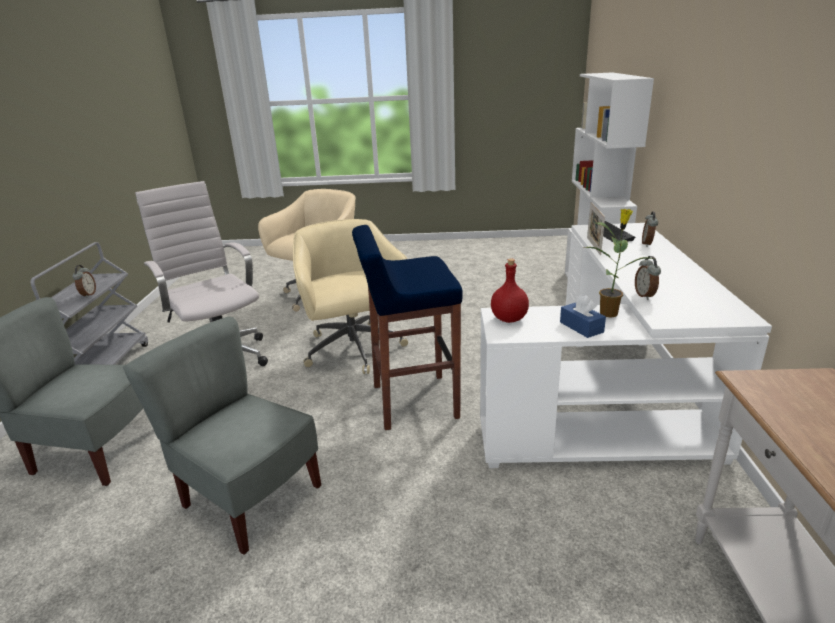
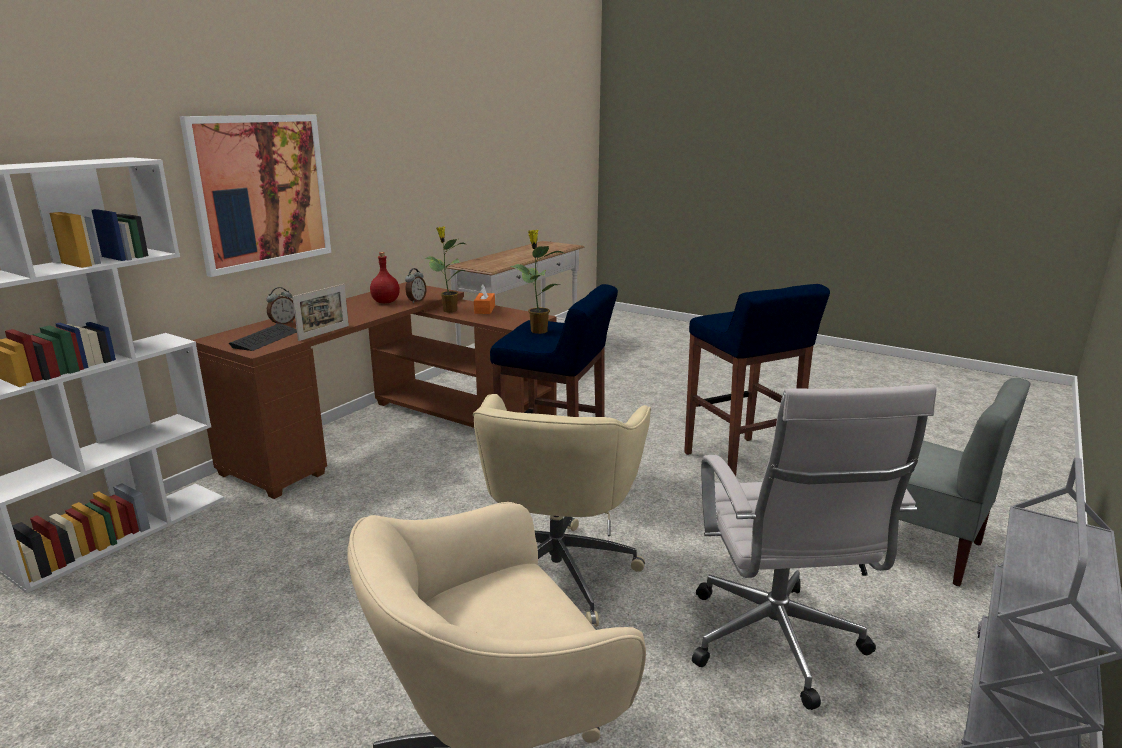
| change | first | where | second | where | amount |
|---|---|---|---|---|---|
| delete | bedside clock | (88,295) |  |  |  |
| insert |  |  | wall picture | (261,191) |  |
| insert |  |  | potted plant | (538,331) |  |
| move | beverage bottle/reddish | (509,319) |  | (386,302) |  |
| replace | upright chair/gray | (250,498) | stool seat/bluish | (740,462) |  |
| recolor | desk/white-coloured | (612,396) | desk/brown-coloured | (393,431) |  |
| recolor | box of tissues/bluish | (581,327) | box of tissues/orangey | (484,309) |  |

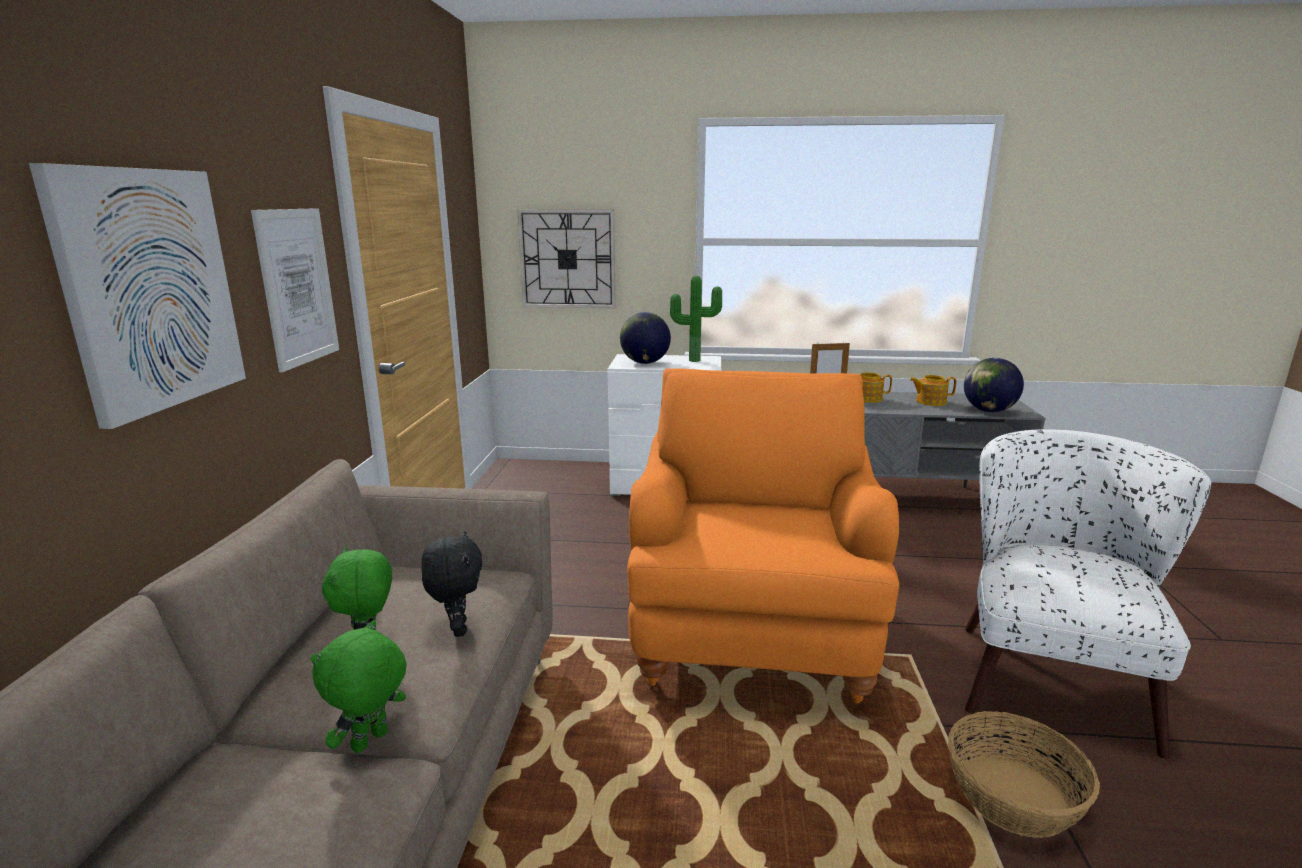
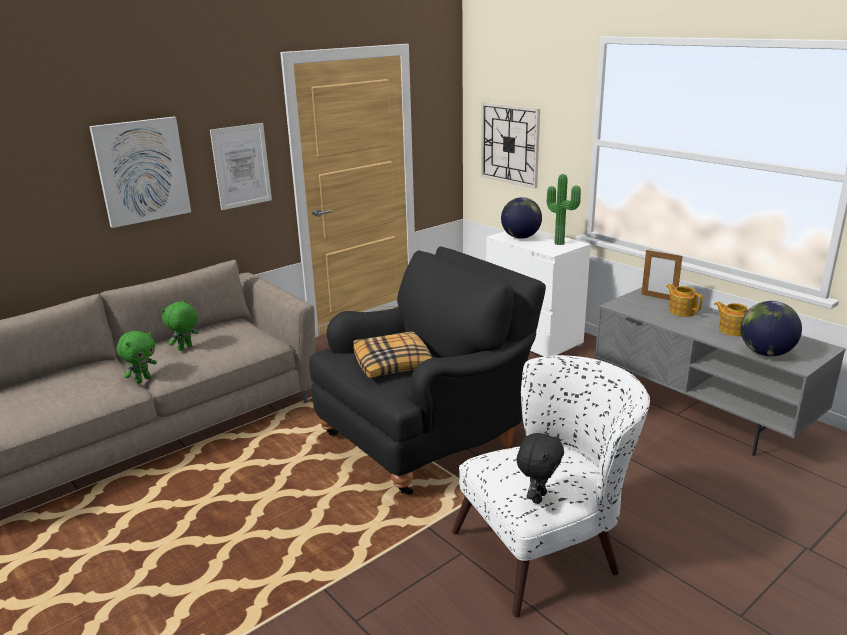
| change | first | where | second | where | amount |
|---|---|---|---|---|---|
| delete | basket | (1011,795) |  |  |  |
| insert |  |  | pillow | (393,364) |  |
| move | plush toy/black | (457,628) |  | (538,497) |  |
| recolor | armchair/orangey | (751,626) | armchair/black | (427,436) |  |
| rotate | plush toy/greenish | (371,742) |  | (143,379) | 135 degrees clockwise |

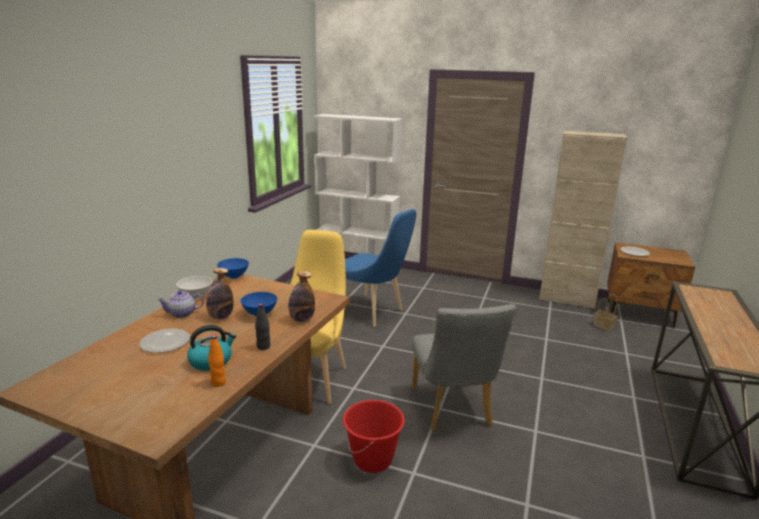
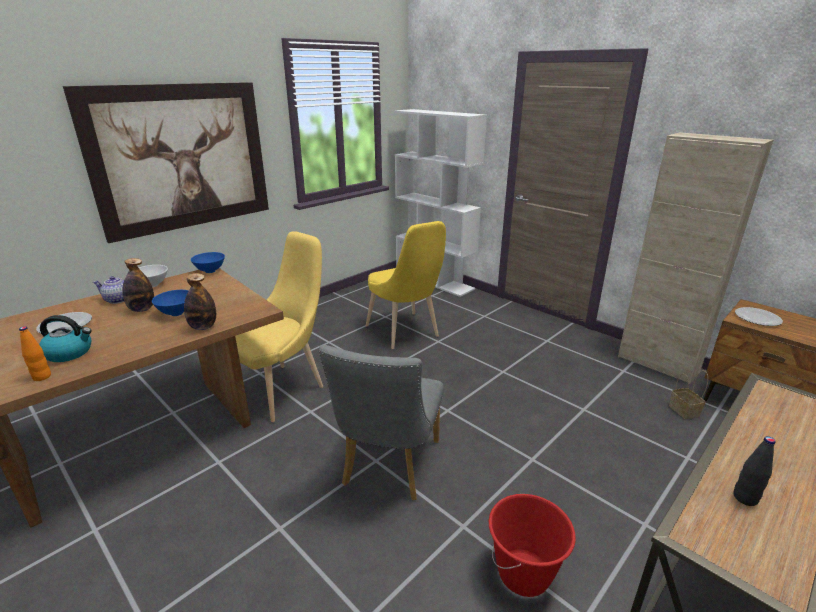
| change | first | where | second | where | amount |
|---|---|---|---|---|---|
| insert |  |  | wall picture | (182,158) |  |
| move | beverage bottle/black | (263,347) |  | (745,498) |  |
| move | pail/reddish | (373,460) |  | (524,573) |  |
| recolor | upright chair/bluish | (373,312) | upright chair/yellow-coloured | (405,333) |  |

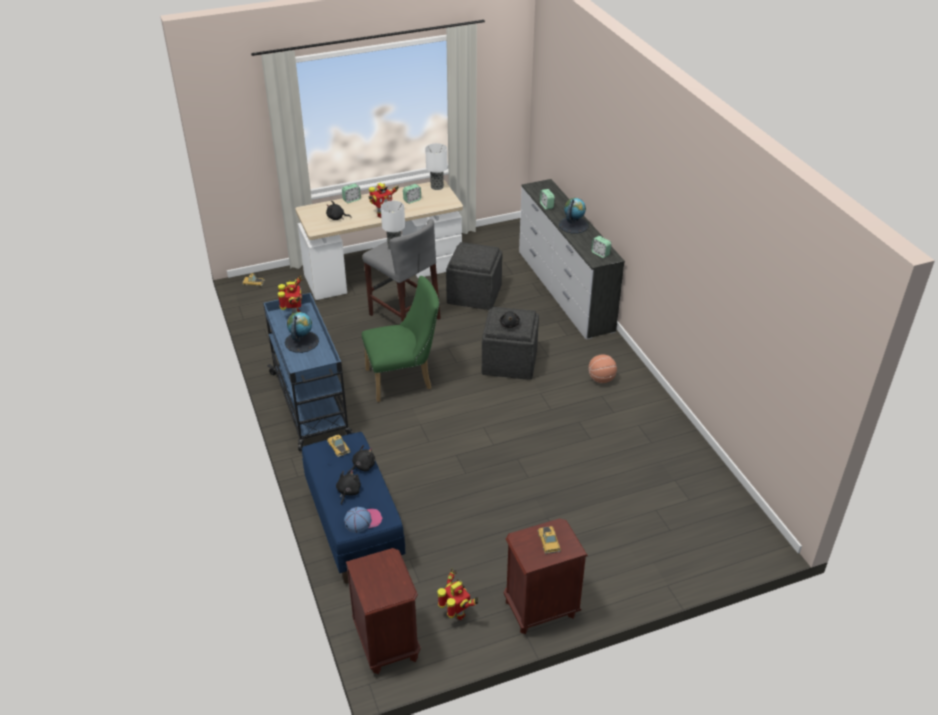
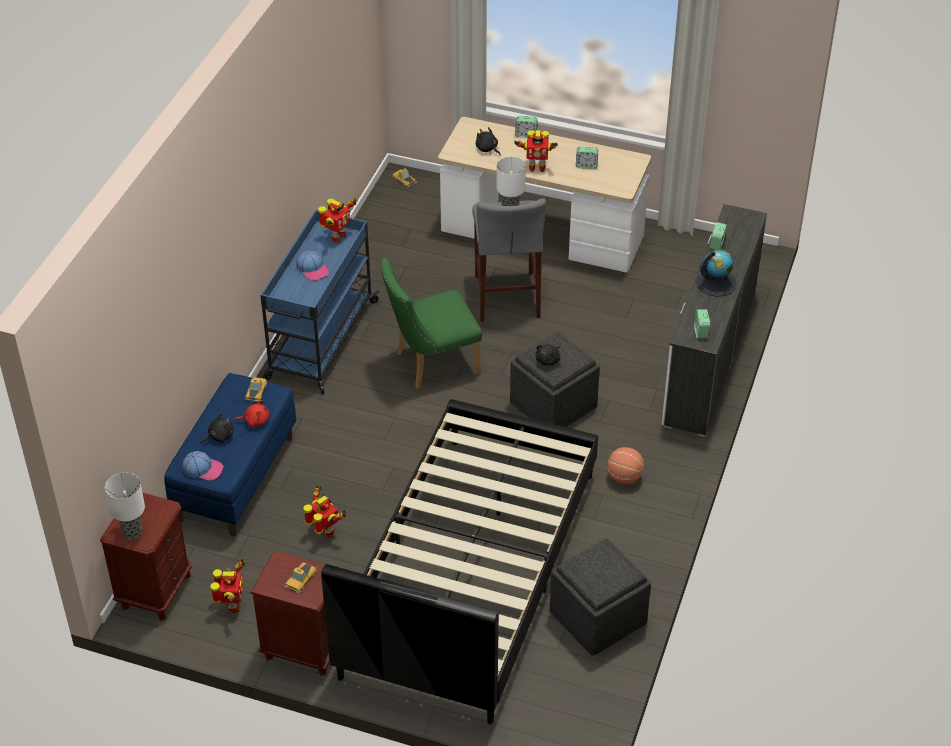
| change | first | where | second | where | amount |
|---|---|---|---|---|---|
| insert |  |  | toy robot | (325,532) |  |
| insert |  |  | bedroom bed/black | (470,572) |  |
| move | table lamp | (437,186) |  | (132,531) |  |
| move | pouffe/gray | (475,294) |  | (599,617) |  |
| replace | desk globe | (301,341) | peaked cap | (312,269) |  |
| recolor | plush toy/black | (362,466) | plush toy/reddish | (255,421) |  |
| rotate | upright chair/greenish | (404,380) |  | (431,364) | 135 degrees clockwise |

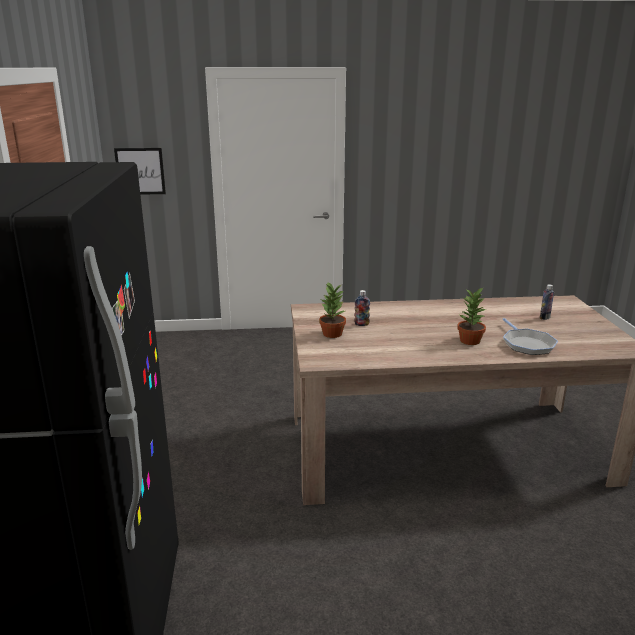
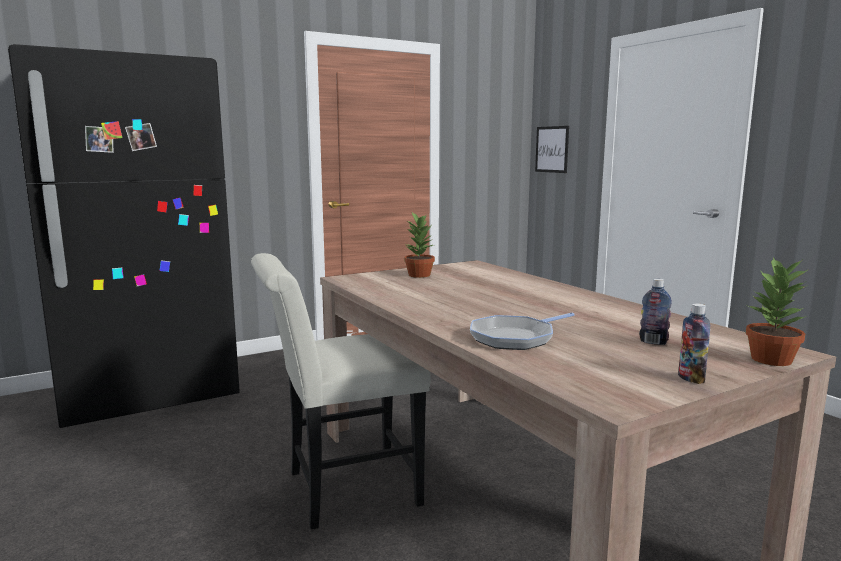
| change | first | where | second | where | amount |
|---|---|---|---|---|---|
| insert |  |  | upright chair/white-coloured | (343,490) |  |
| move | beverage bottle | (361,324) |  | (691,378) |  |
| move | potted plant | (470,341) |  | (771,360) |  |

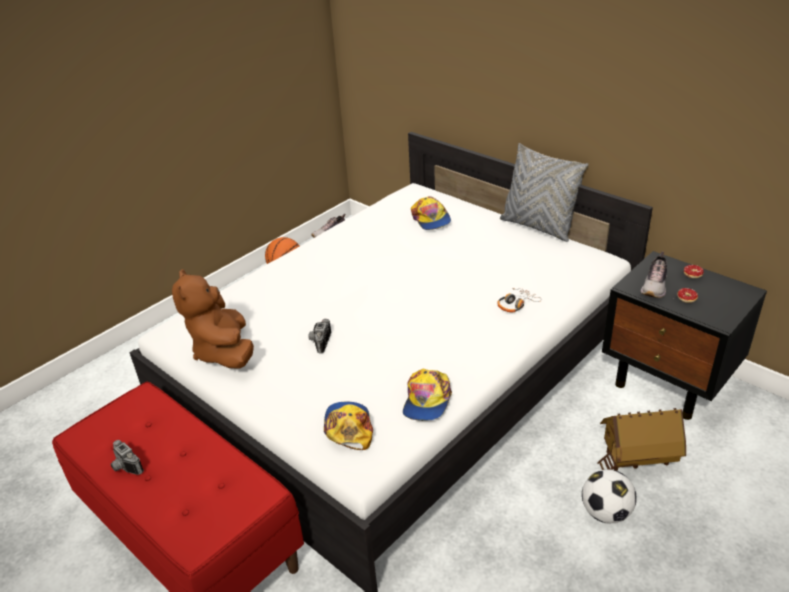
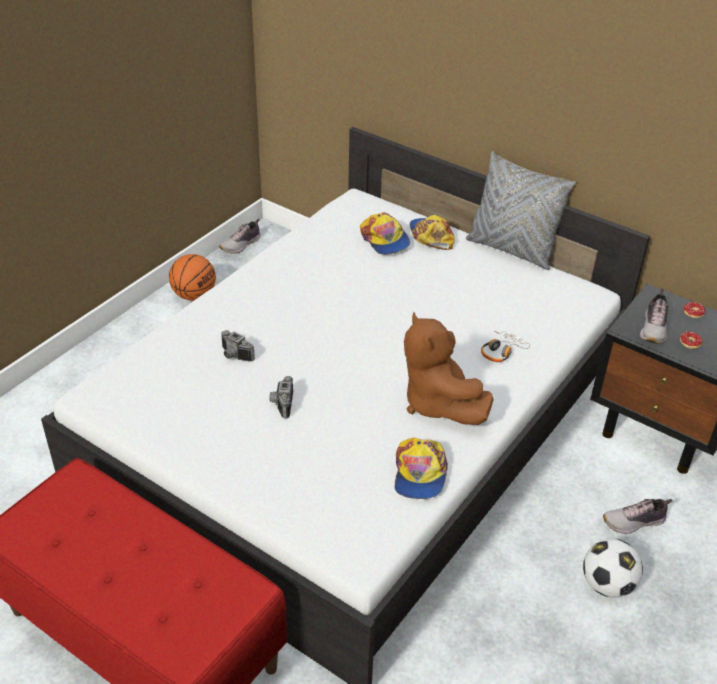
| change | first | where | second | where | amount |
|---|---|---|---|---|---|
| move | photo camera | (125,467) |  | (234,356) |  |
| move | plush toy/brown-coloured | (224,352) |  | (438,403) |  |
| move | peaked cap | (349,427) |  | (430,236) |  |
| replace | toy house | (637,459) | item of footwear | (634,522) |  |

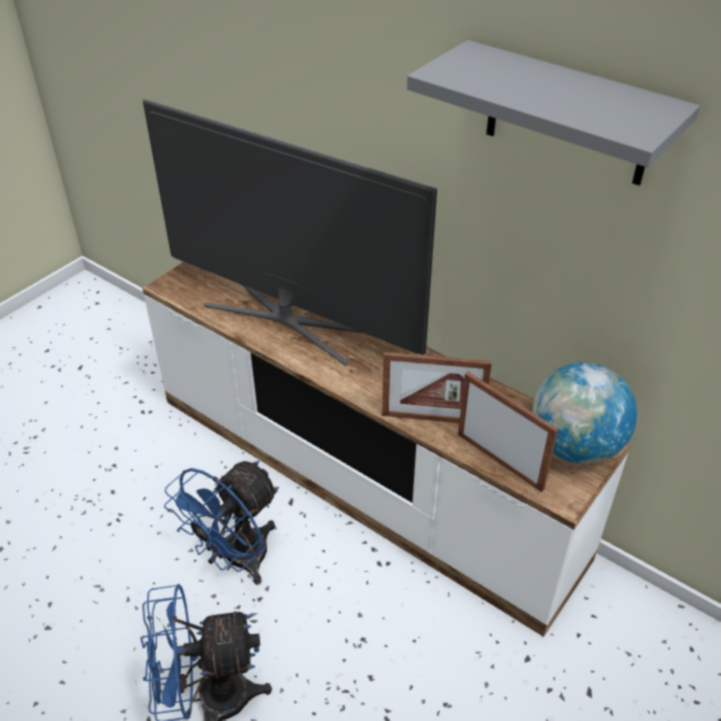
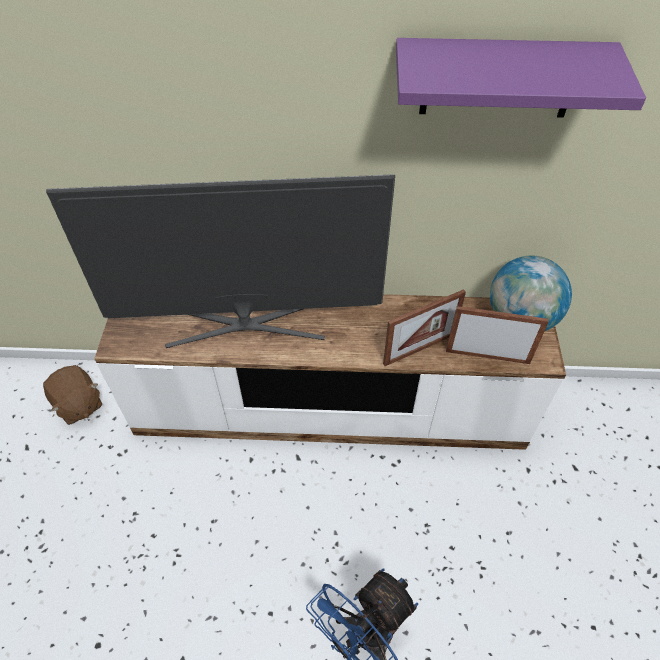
| change | first | where | second | where | amount |
|---|---|---|---|---|---|
| delete | fan/bluish | (237,560) |  |  |  |
| insert |  |  | plush toy/brown-coloured | (78,404) |  |
| recolor | shelf/gray | (568,115) | shelf/purple-coloured | (499,78) |  |

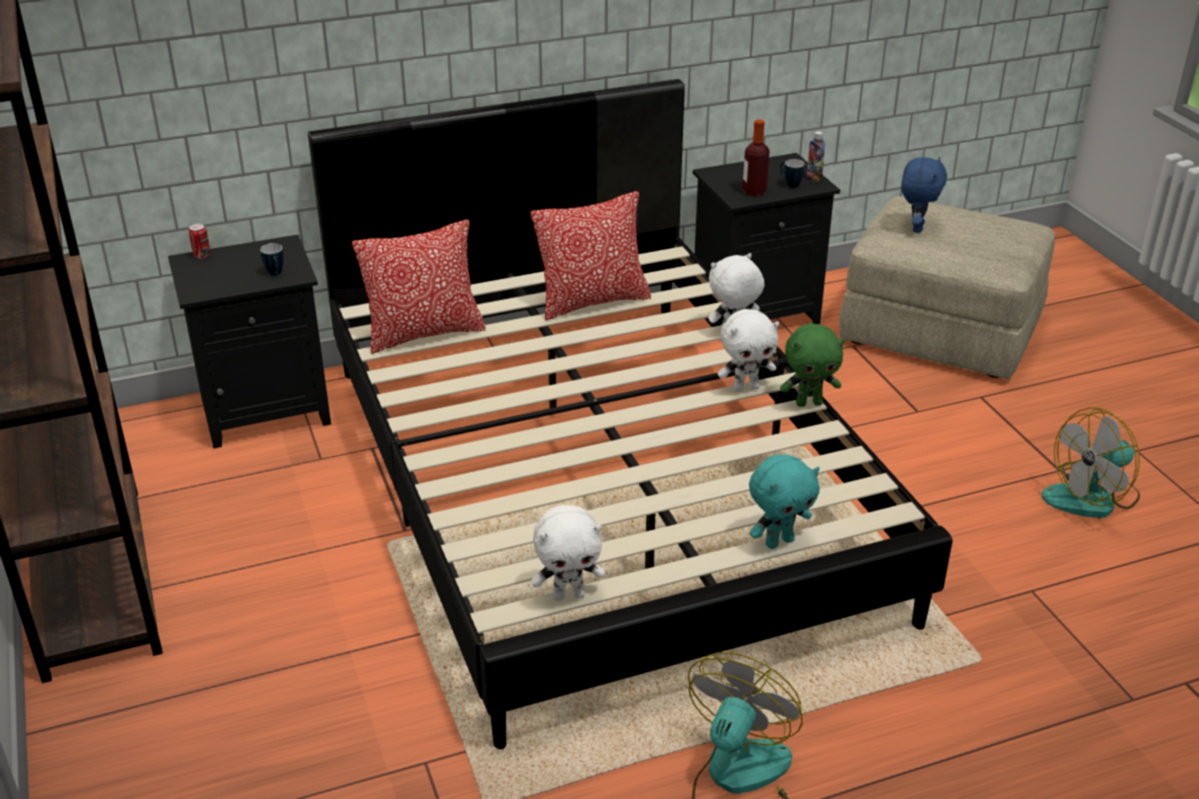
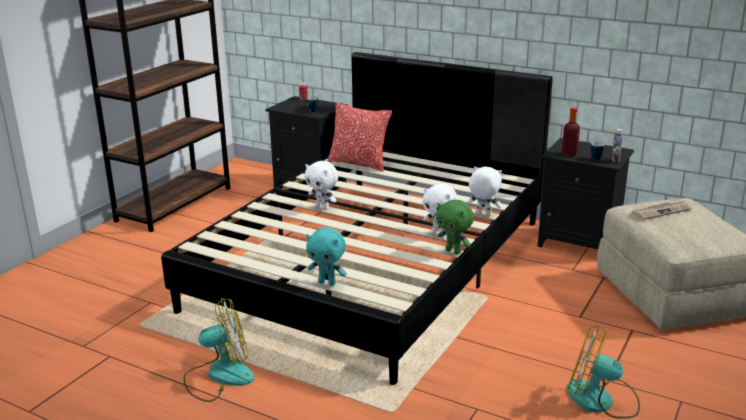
| change | first | where | second | where | amount |
|---|---|---|---|---|---|
| delete | pillow | (592,301) |  |  |  |
| move | plush toy/white-coloured | (569,595) |  | (323,207) |  |
| replace | plush toy/bluish | (916,227) | newspaper | (661,211) |  |

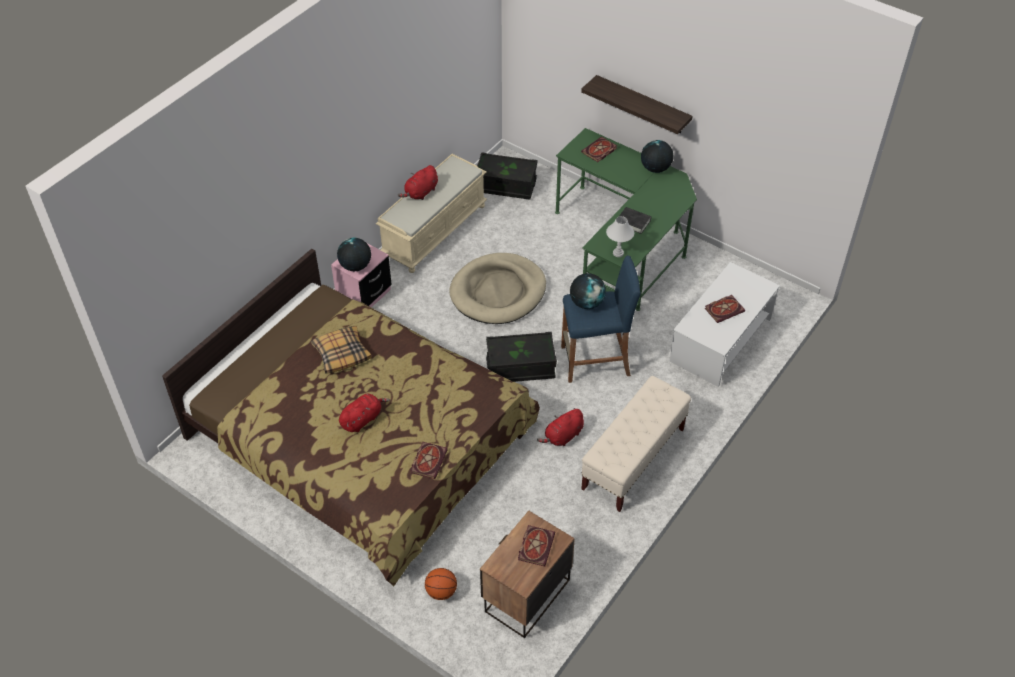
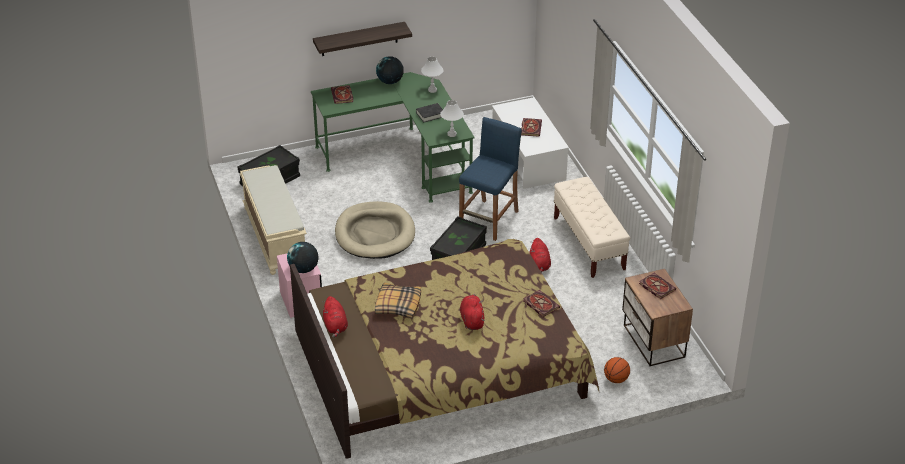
| change | first | where | second | where | amount |
|---|---|---|---|---|---|
| delete | desk globe | (586,303) |  |  |  |
| insert |  |  | table lamp/white-coloured | (432,90) |  |
| move | plush toy/reddish | (421,193) |  | (335,326) |  |

